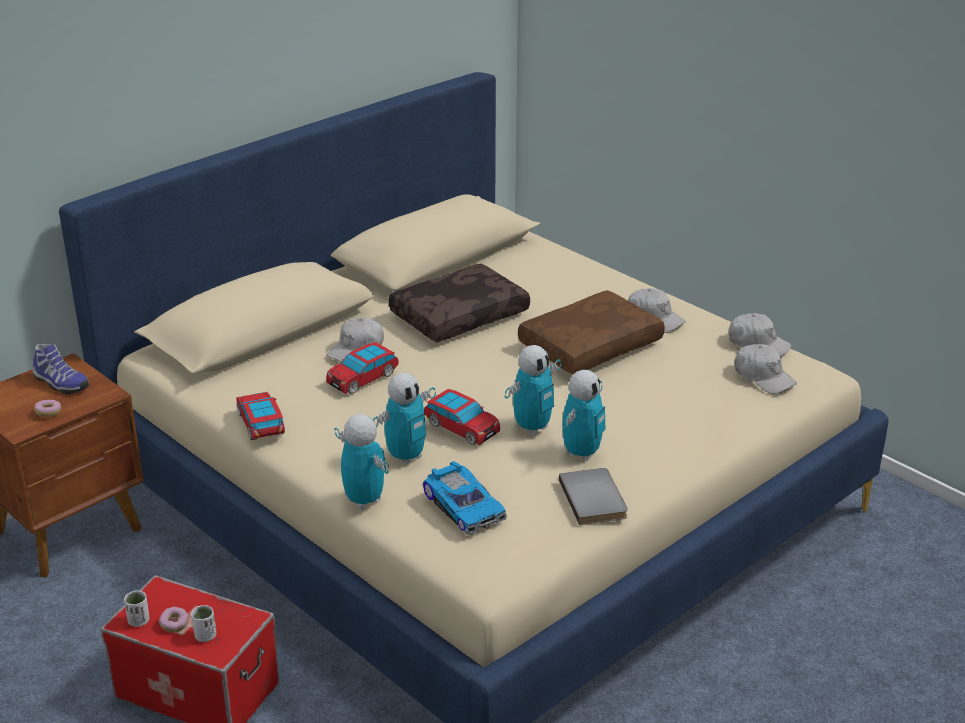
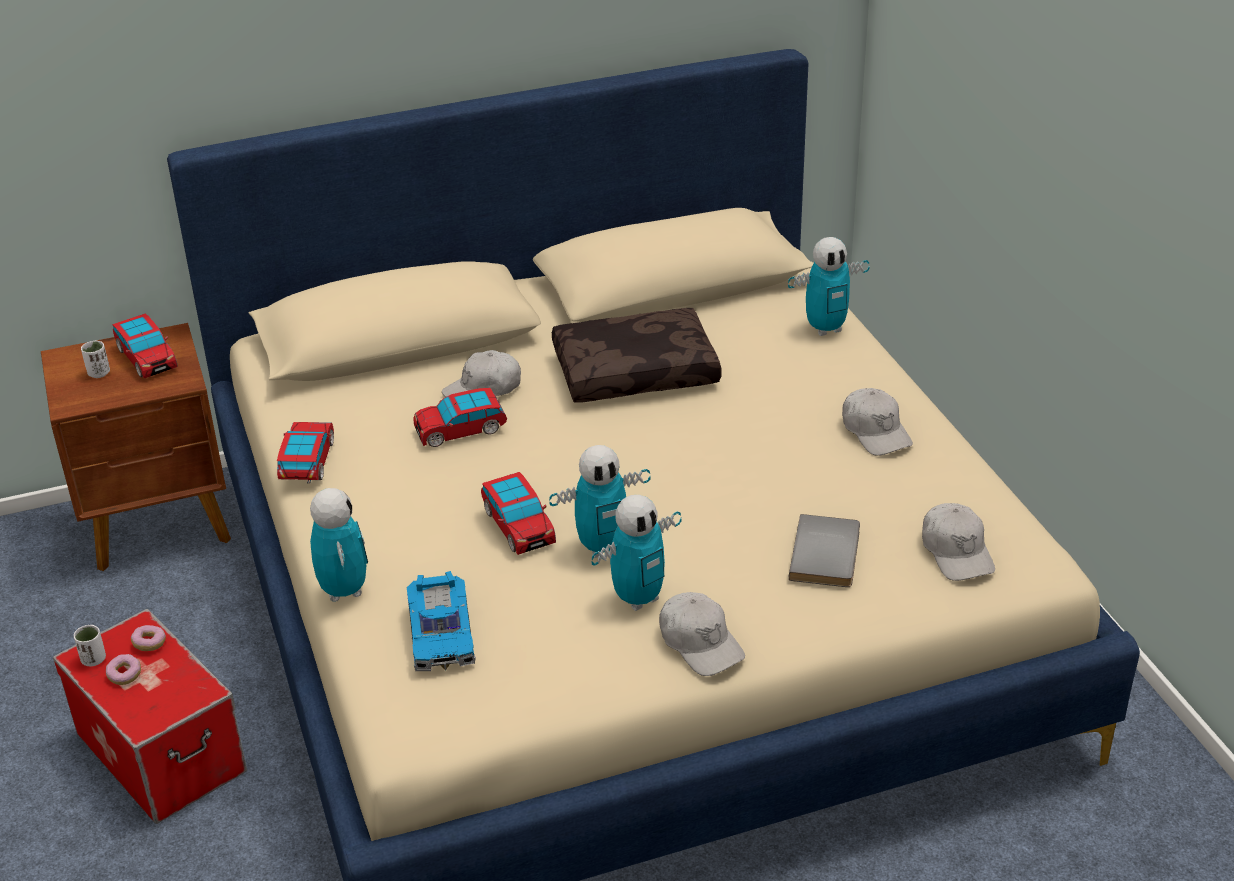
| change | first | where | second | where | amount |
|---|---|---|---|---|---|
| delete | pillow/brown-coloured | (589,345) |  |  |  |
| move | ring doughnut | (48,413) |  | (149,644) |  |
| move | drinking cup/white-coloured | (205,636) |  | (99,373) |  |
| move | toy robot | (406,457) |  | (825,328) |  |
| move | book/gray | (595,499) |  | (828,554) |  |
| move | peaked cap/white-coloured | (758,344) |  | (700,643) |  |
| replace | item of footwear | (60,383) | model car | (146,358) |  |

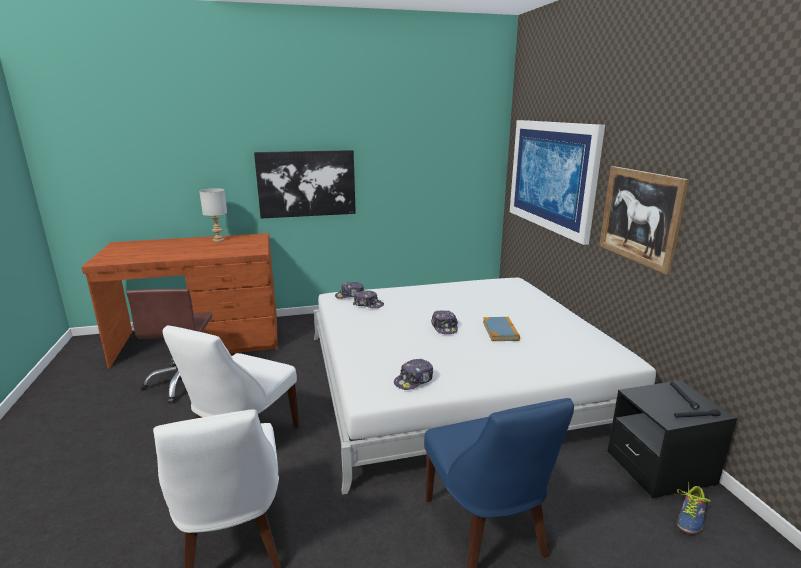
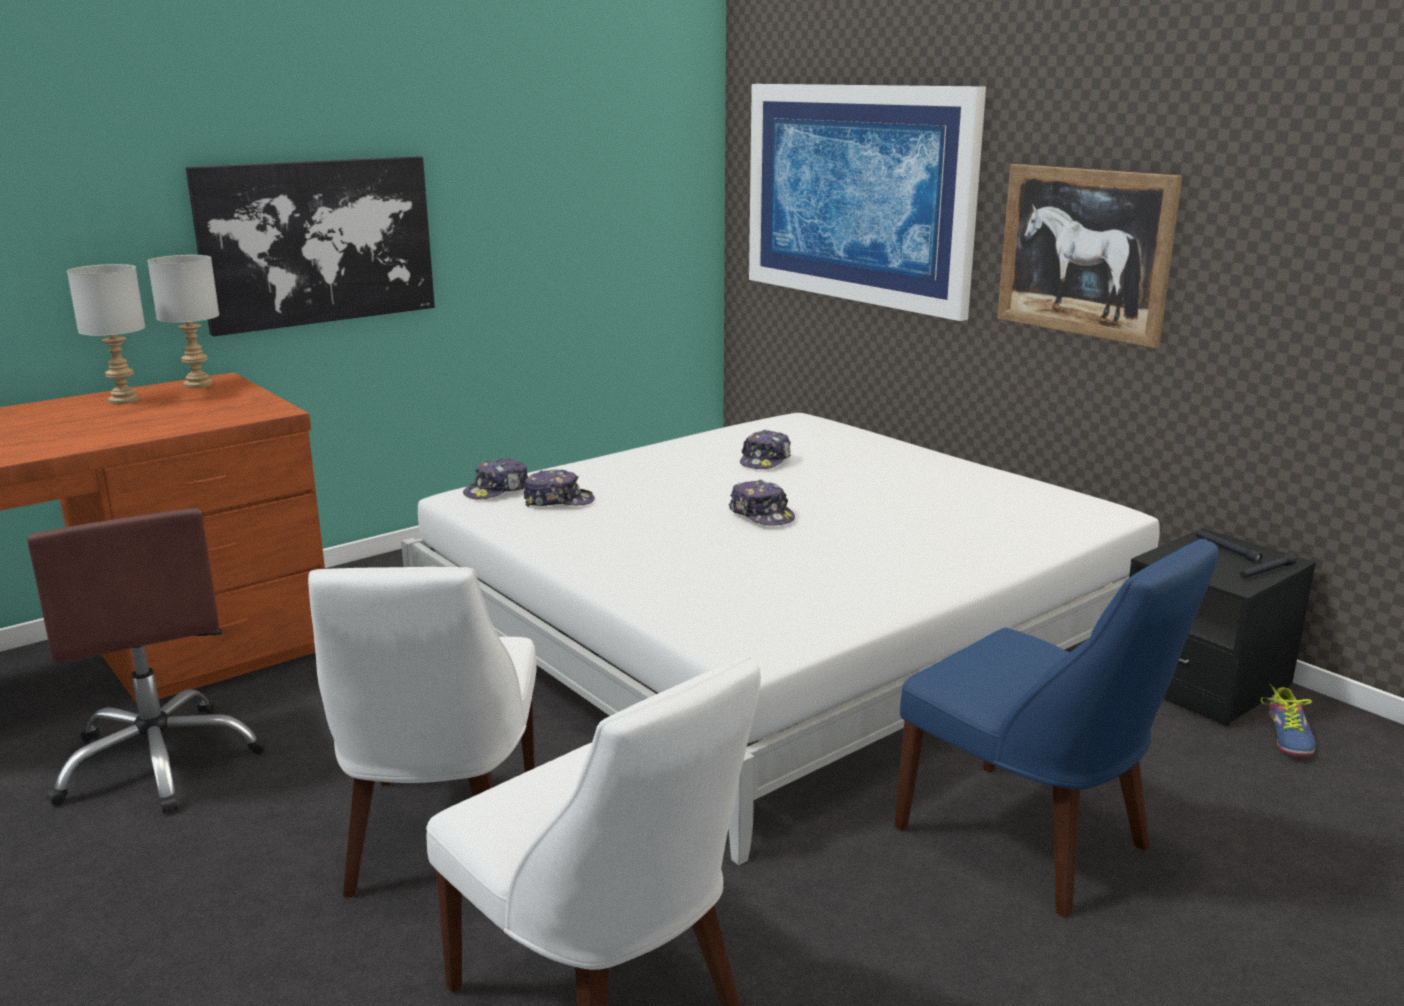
| change | first | where | second | where | amount |
|---|---|---|---|---|---|
| delete | book | (500,331) |  |  |  |
| insert |  |  | table lamp/gray | (199,384) |  |
| move | peaked cap | (414,380) |  | (765,461) |  |

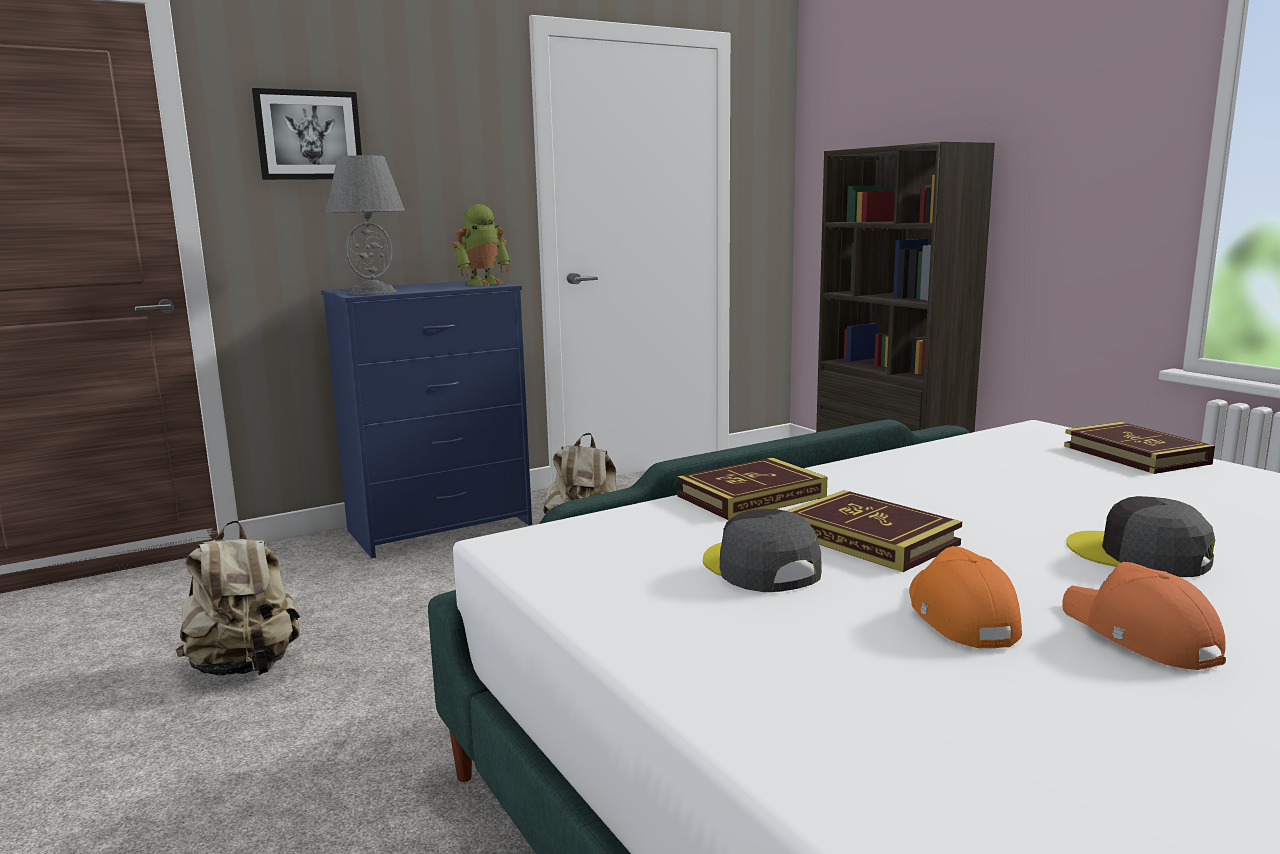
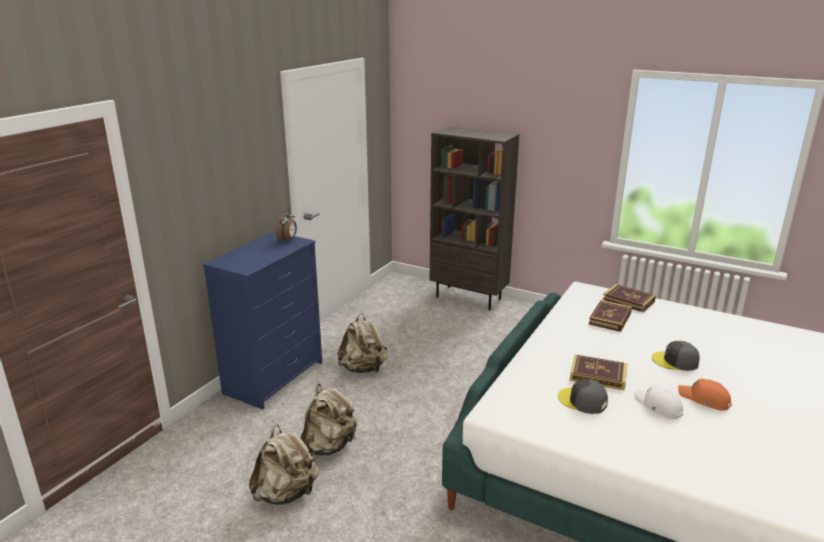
| change | first | where | second | where | amount |
|---|---|---|---|---|---|
| delete | wall picture | (309,135) |  |  |  |
| delete | table lamp/gray | (373,292) |  |  |  |
| insert |  |  | rucksack/beige | (329,446) |  |
| move | book | (751,496) |  | (610,318) |  |
| replace | toy robot | (483,283) | bedside clock | (288,240) |  |
| recolor | peaked cap/orangey | (959,616) | peaked cap/white-coloured | (658,406) |  |

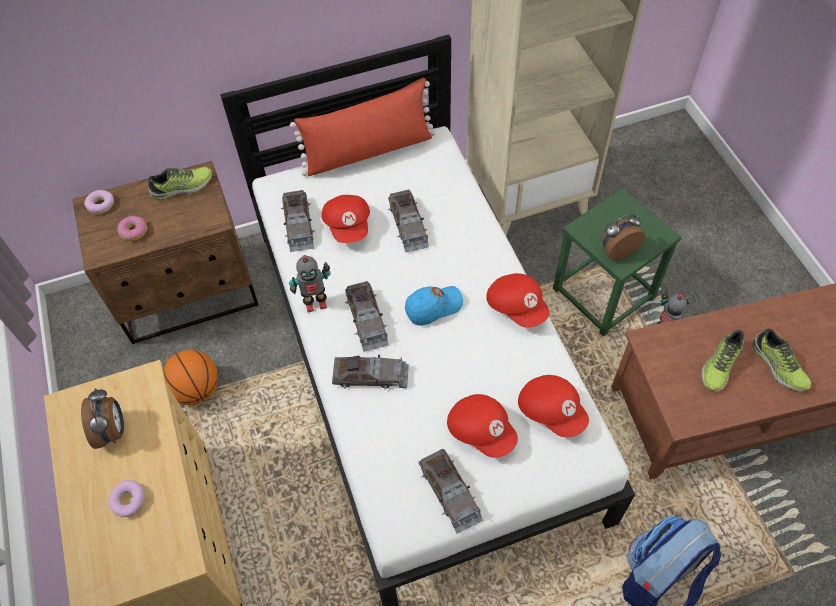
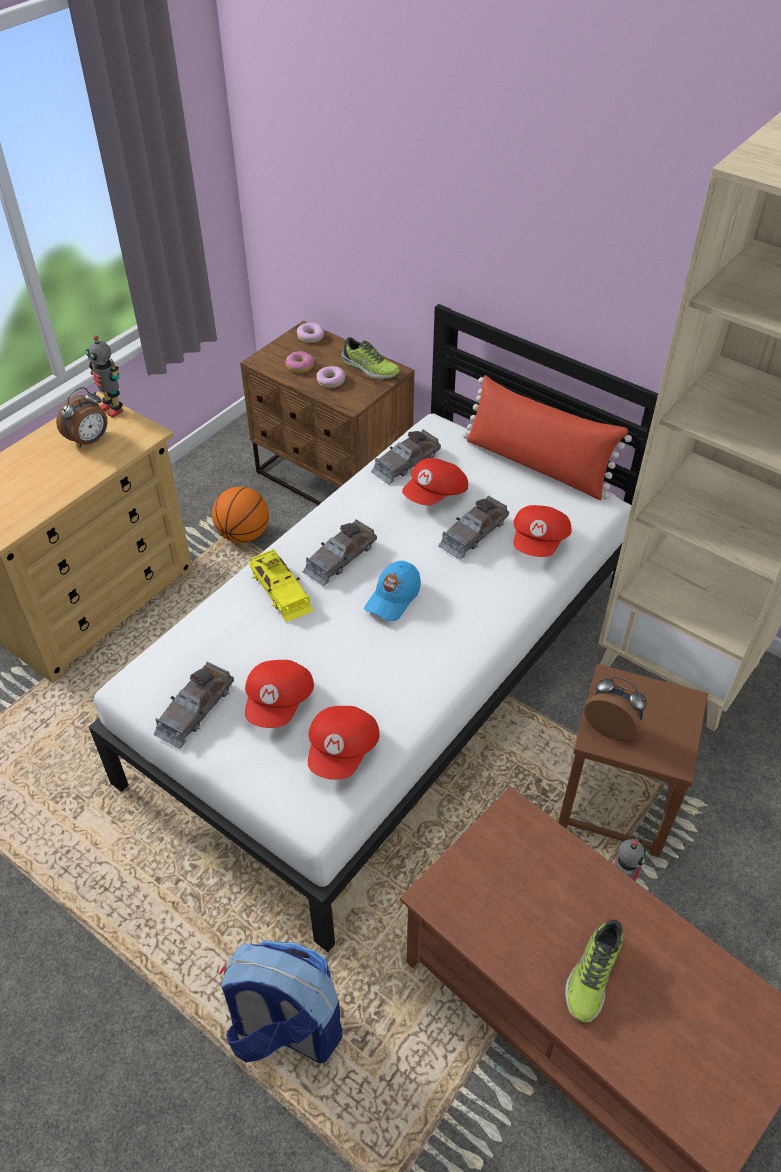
| change | first | where | second | where | amount |
|---|---|---|---|---|---|
| delete | item of footwear | (720,364) |  |  |  |
| move | ring doughnut | (129,501) |  | (330,381) |  |
| move | toy robot | (315,303) |  | (113,409) |  |
| move | peaked cap/reddish | (517,306) |  | (539,542) |  |
| recolor | model car/gray | (370,376) | model car/yellow-coloured | (281,591) |  |
| recolor | stool seat/greenish | (604,294) | stool seat/brown-coloured | (616,801) |  |
| rotate | peaked cap/bluish | (433,307) |  | (393,598) | 90 degrees clockwise |

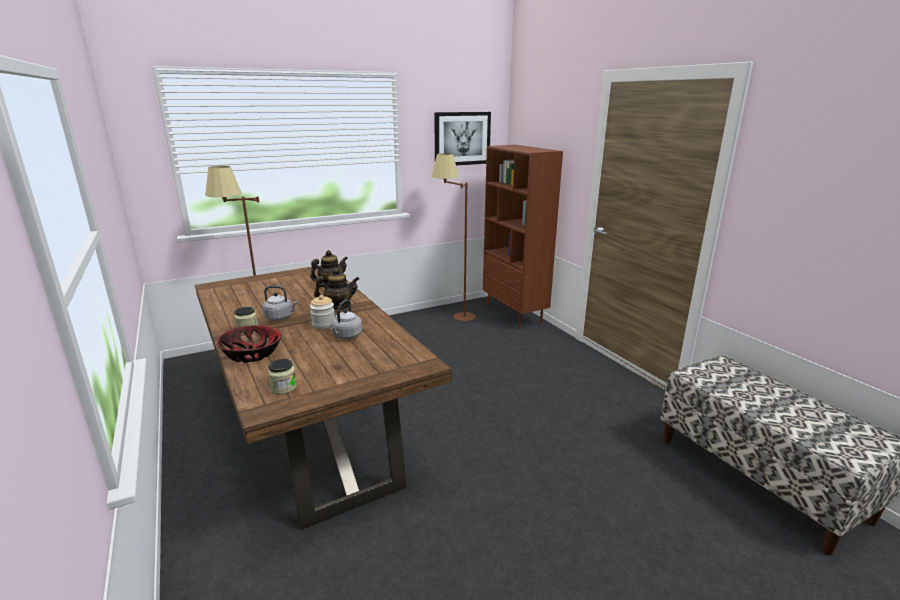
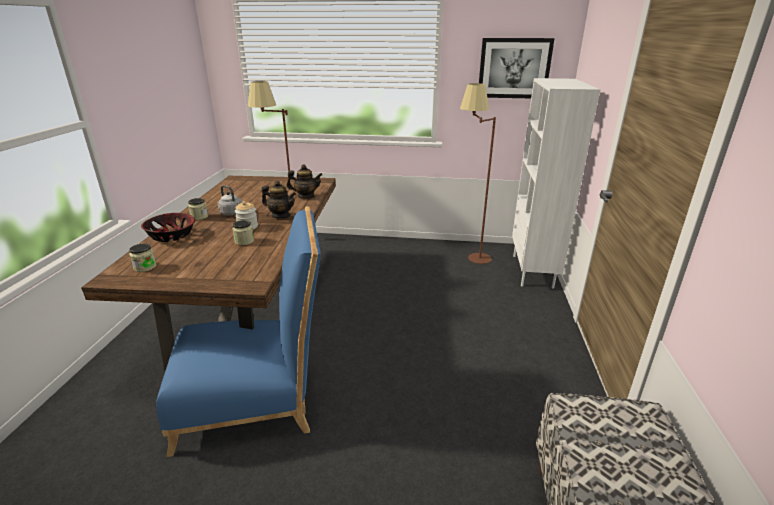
| change | first | where | second | where | amount |
|---|---|---|---|---|---|
| insert |  |  | upright chair/bluish | (255,399) |  |
| replace | kettle/gray | (346,336) | storage jar | (244,241) |  |
| recolor | shelving unit/brown-coloured | (515,315) | shelving unit/white-coloured | (533,271) |  |

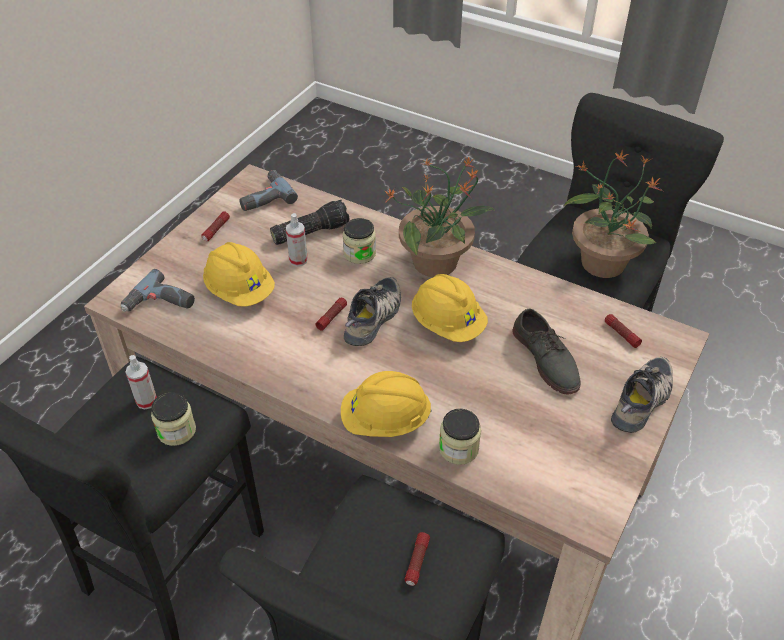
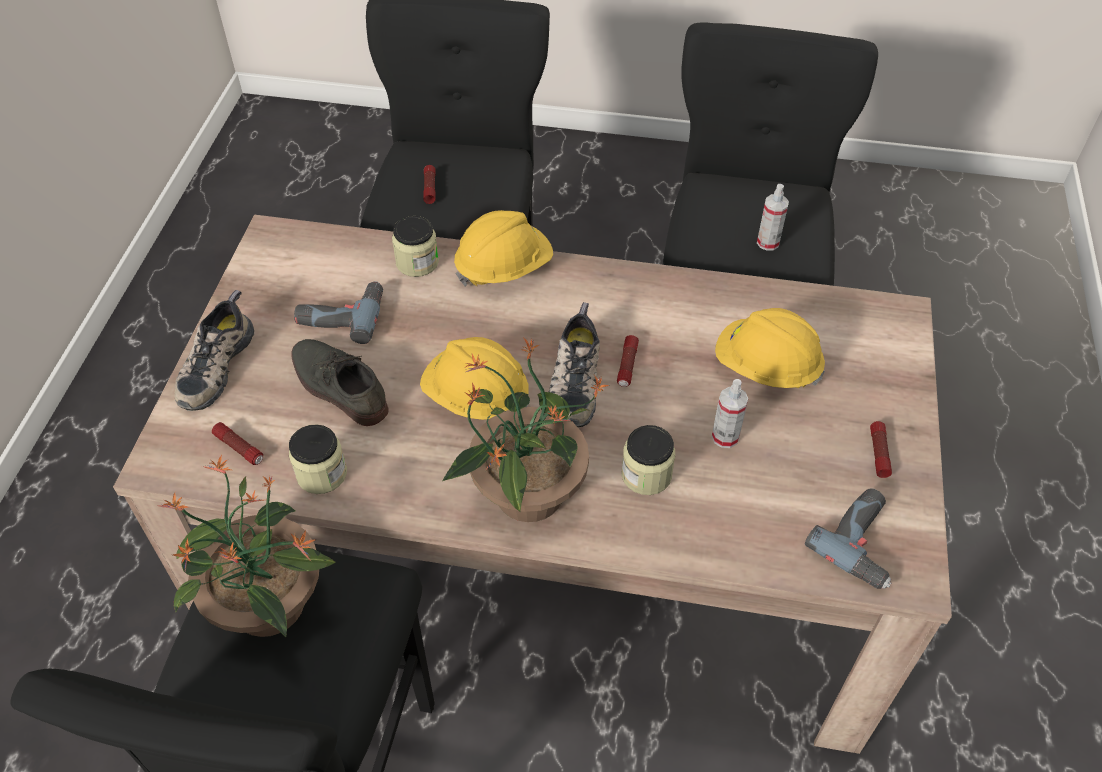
| change | first | where | second | where | amount |
|---|---|---|---|---|---|
| delete | hand torch | (310,231) |  |  |  |
| move | electric drill | (160,304) |  | (341,314) |  |
| move | storage jar | (176,430) |  | (322,474) |  |

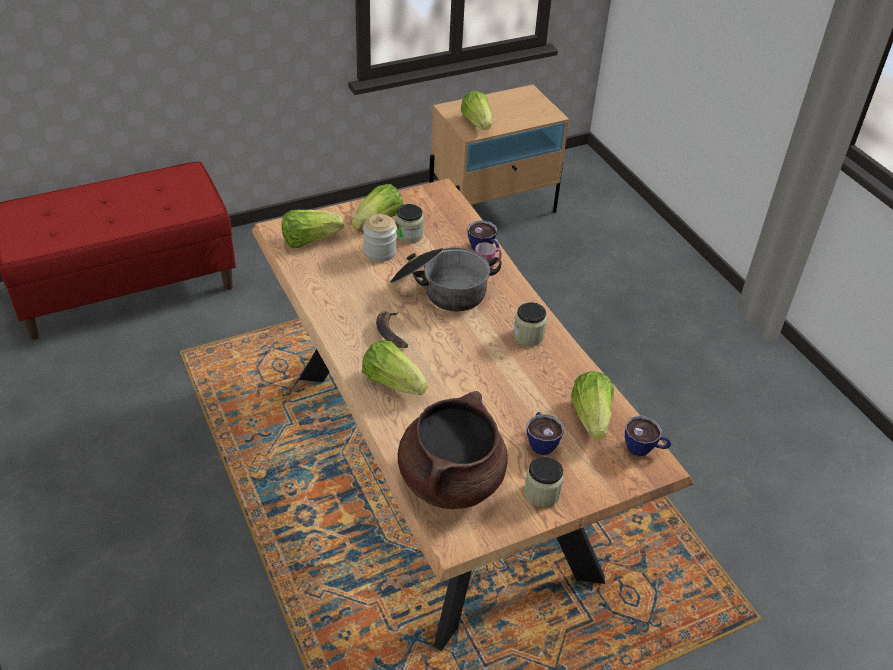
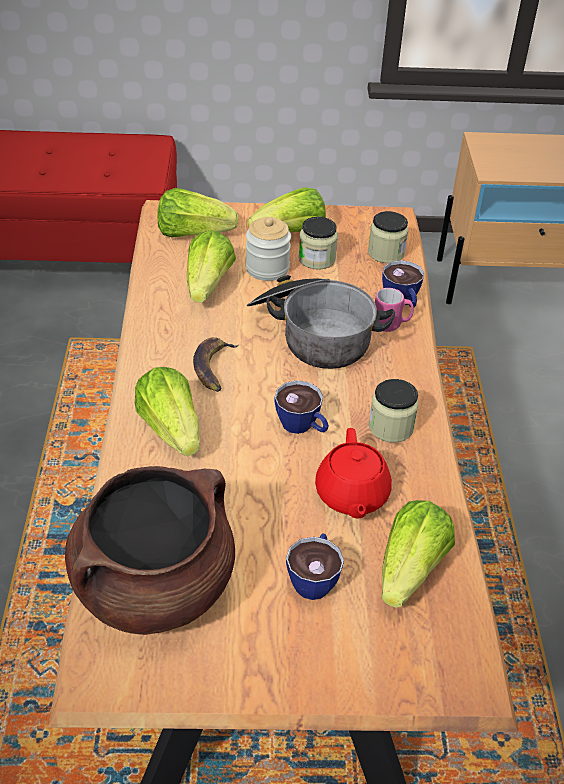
| change | first | where | second | where | amount |
|---|---|---|---|---|---|
| insert |  |  | pot for tea/reddish | (351,495) |  |
| move | head of lettuce | (477,123) |  | (208,285) |  |
| move | storage jar | (542,493) |  | (386,253) |  |
| move | drinking cup | (644,449) |  | (302,427) |  |

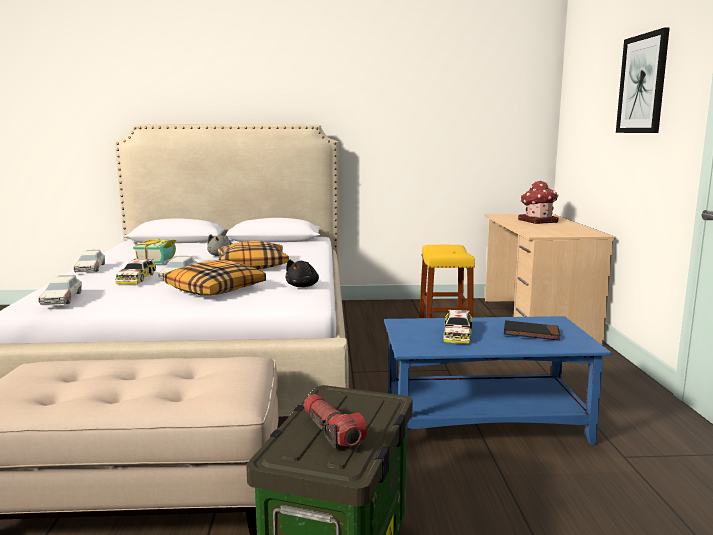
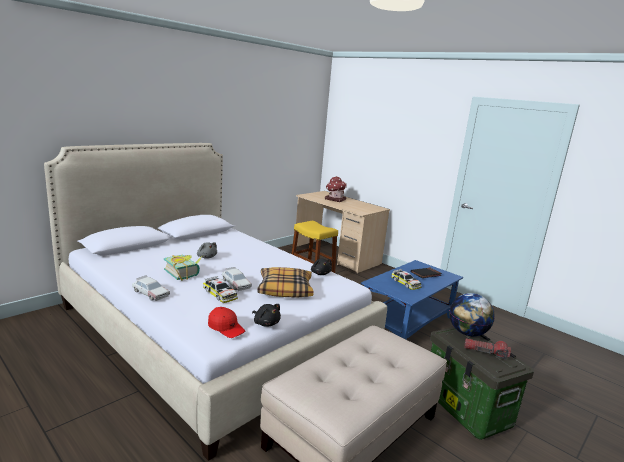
| change | first | where | second | where | amount |
|---|---|---|---|---|---|
| delete | pillow | (252,265) |  |  |  |
| delete | wall picture | (642,84) |  |  |  |
| insert |  |  | plush toy/black | (266,323) |  |
| insert |  |  | desk globe | (467,333) |  |
| replace | model car | (62,299) | peaked cap/reddish | (226,327) |  |

